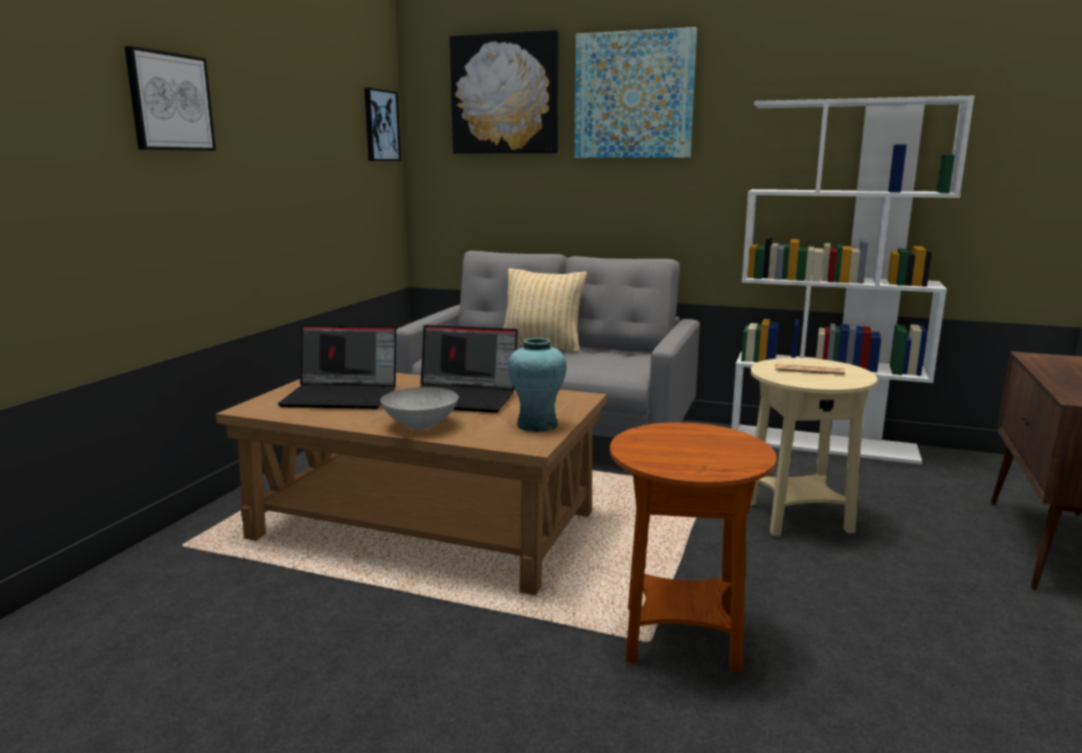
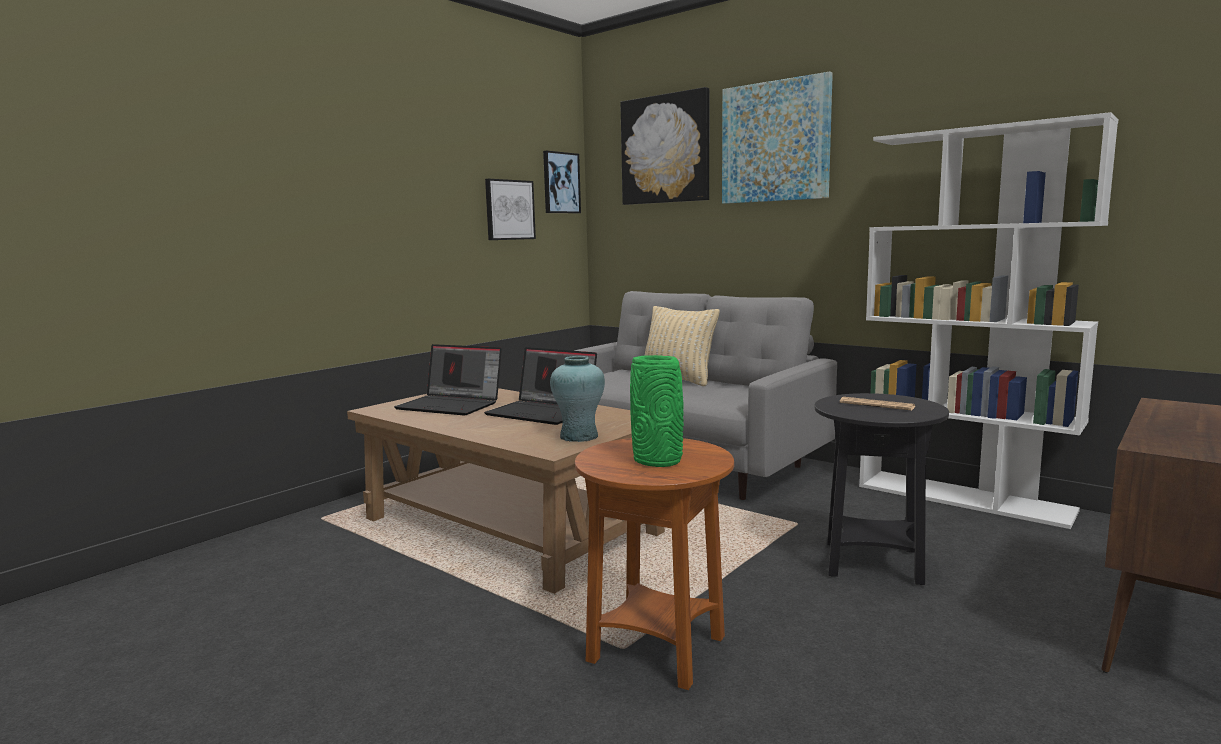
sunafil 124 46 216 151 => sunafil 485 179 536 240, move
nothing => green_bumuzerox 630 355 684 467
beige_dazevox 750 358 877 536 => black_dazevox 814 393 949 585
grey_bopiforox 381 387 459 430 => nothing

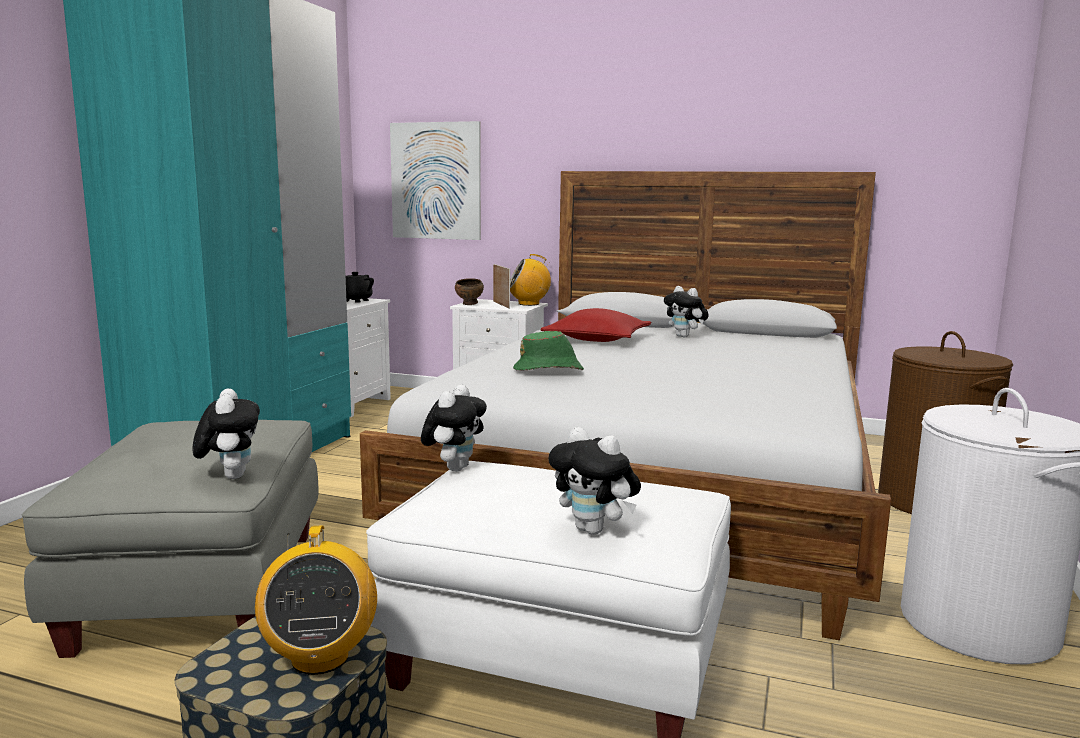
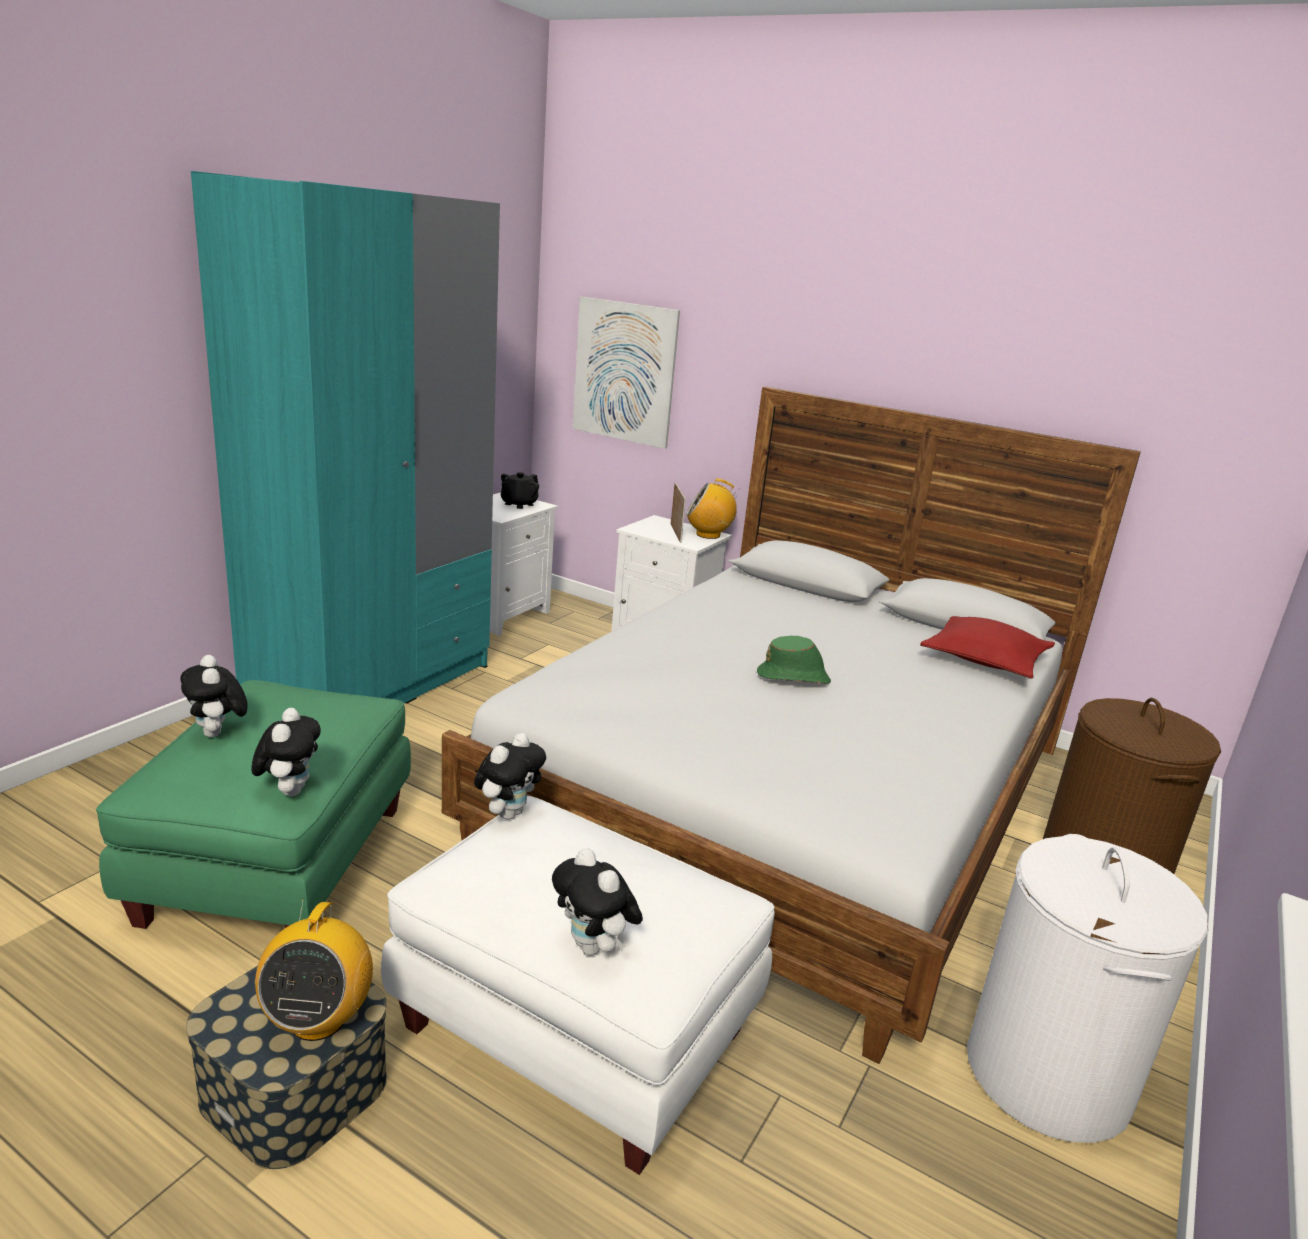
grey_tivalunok 22 420 319 658 => green_tivalunok 96 680 411 929
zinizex 664 286 709 338 => zinizex 180 655 248 737, move
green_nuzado 513 331 584 371 => green_nuzado 757 636 831 684, move
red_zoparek 541 308 651 342 => red_zoparek 920 616 1055 679, move
brown_bopiforox 455 278 484 305 => nothing

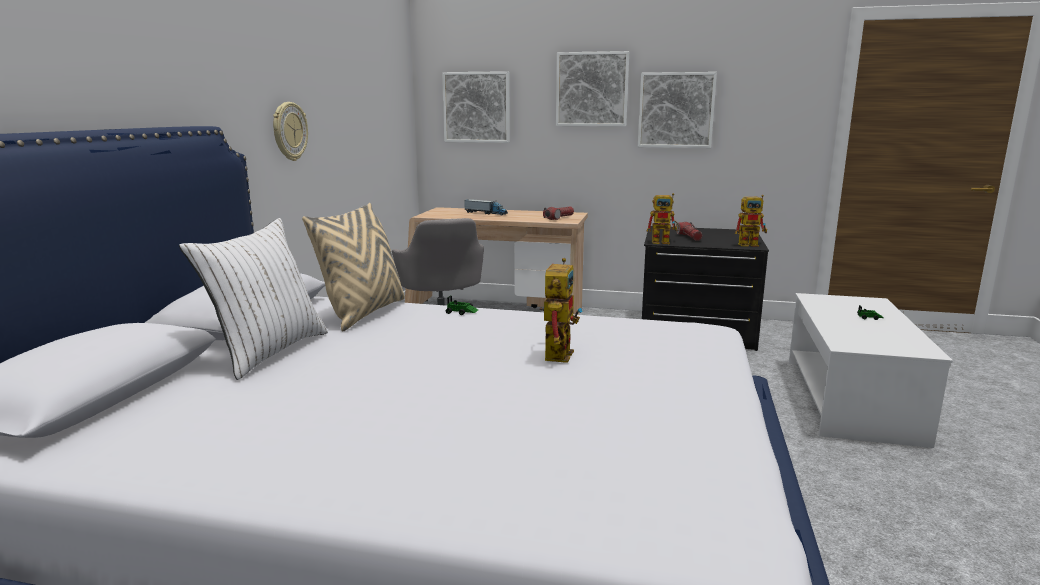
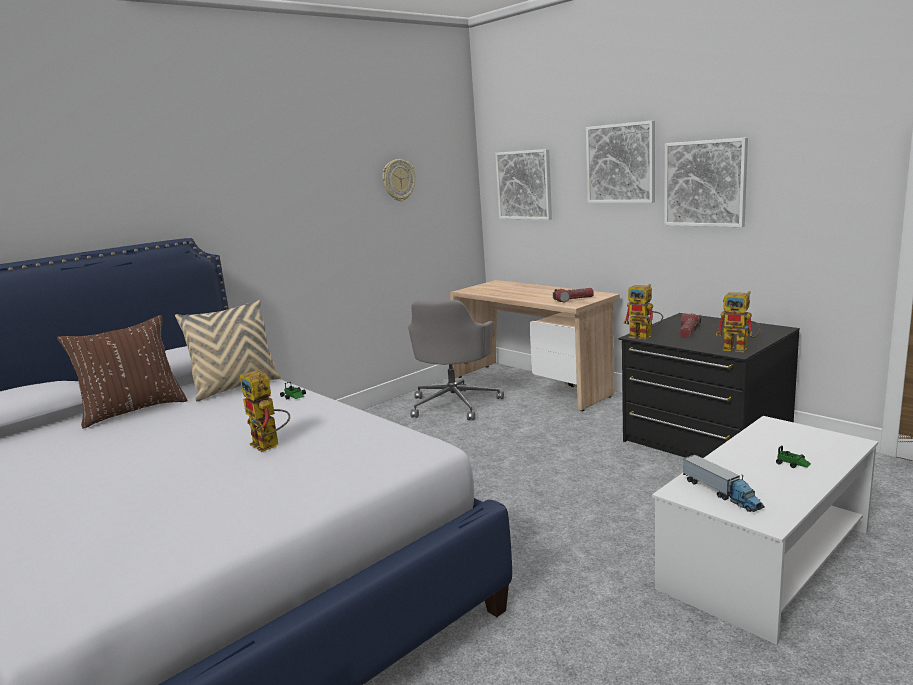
white_zoparek 179 218 328 380 => brown_zoparek 57 315 188 429
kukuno 540 258 583 363 => kukuno 240 370 290 452, 90 degrees clockwise
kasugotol 273 102 308 161 => kasugotol 382 159 415 201, move
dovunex 464 199 508 215 => dovunex 683 454 764 512, move

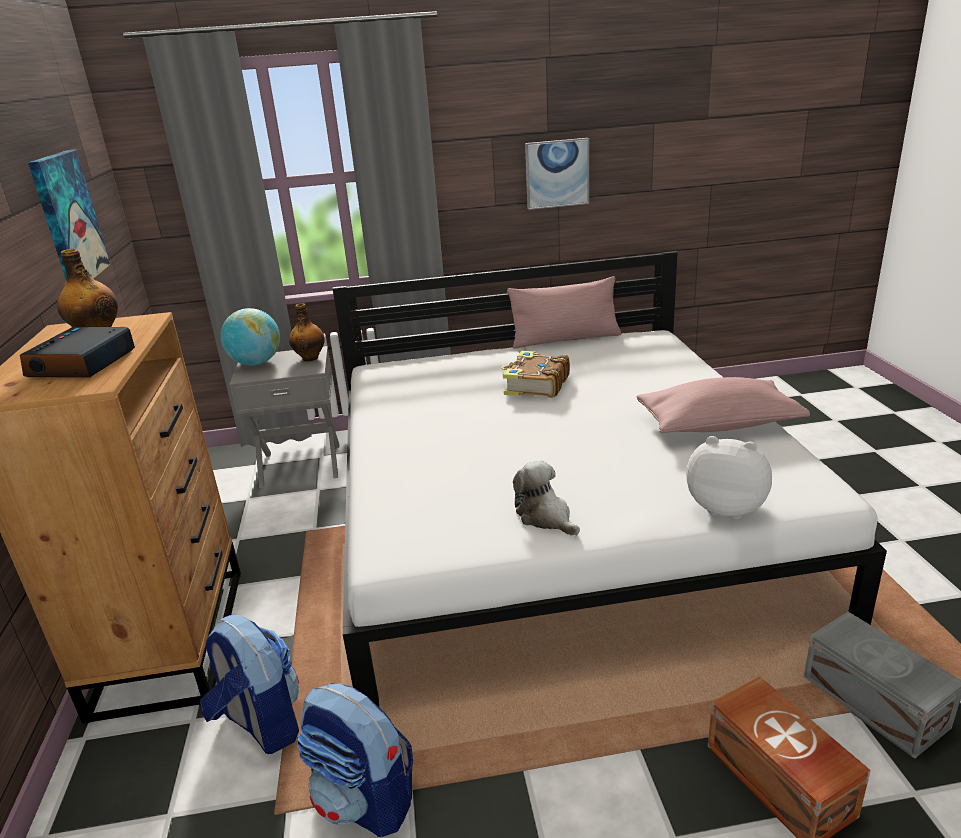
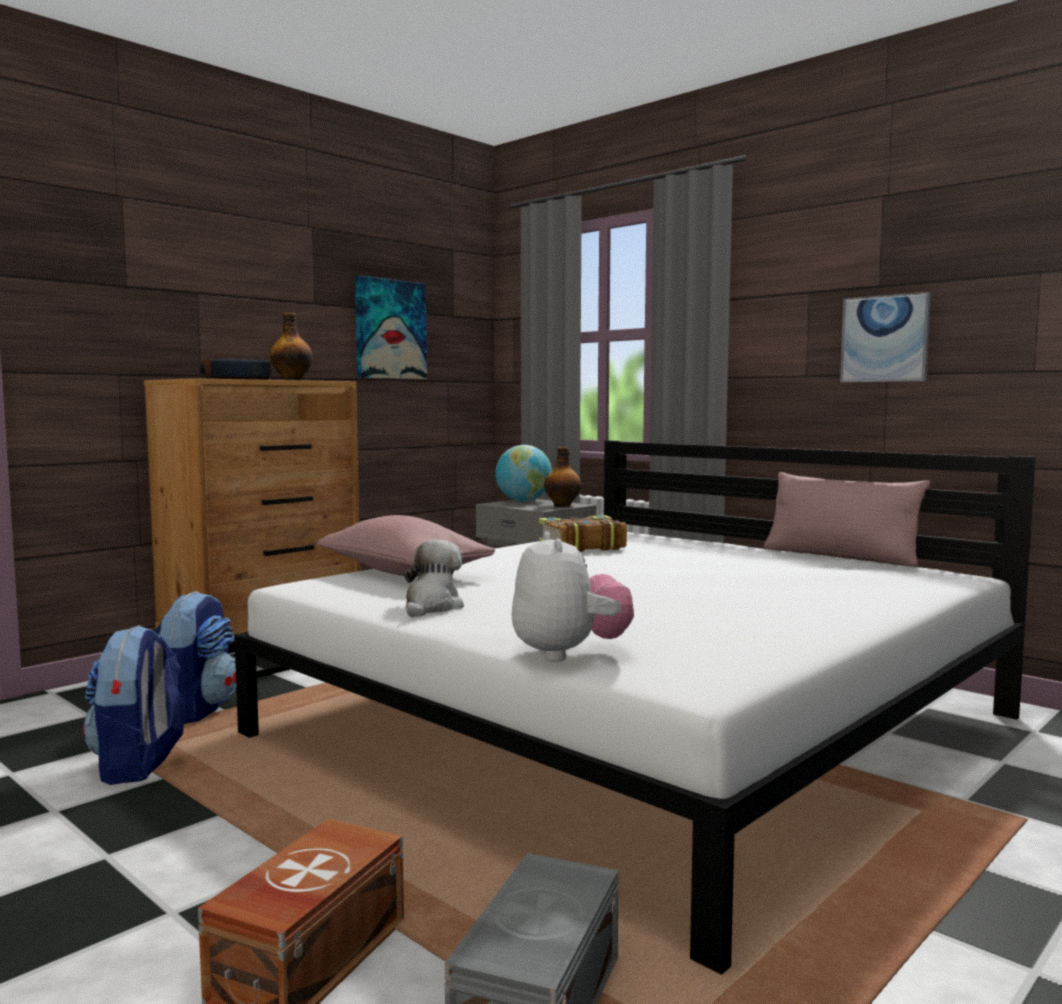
pink_zoparek 637 377 810 433 => pink_zoparek 317 515 495 576, move
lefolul 502 351 570 398 => lefolul 539 515 627 552, move

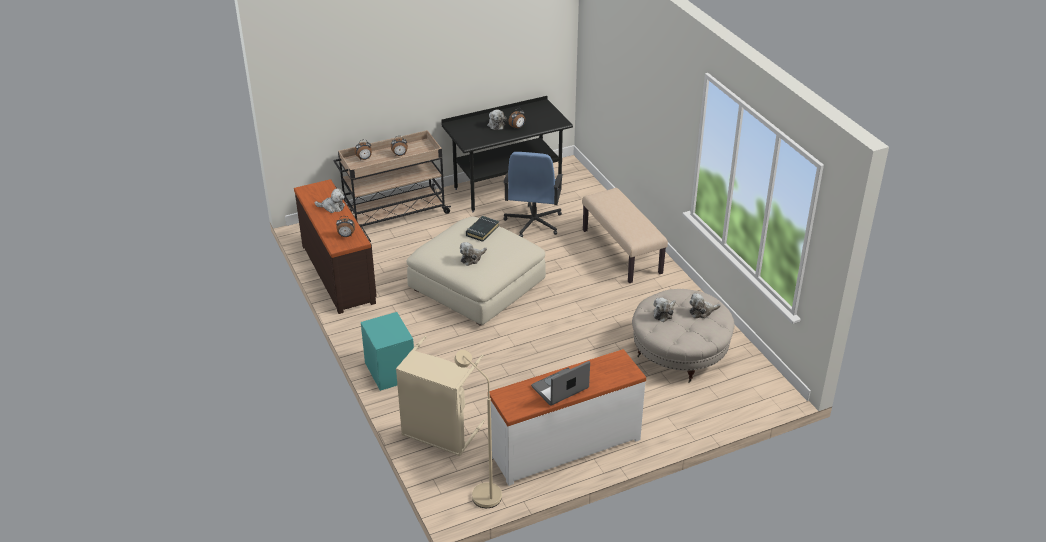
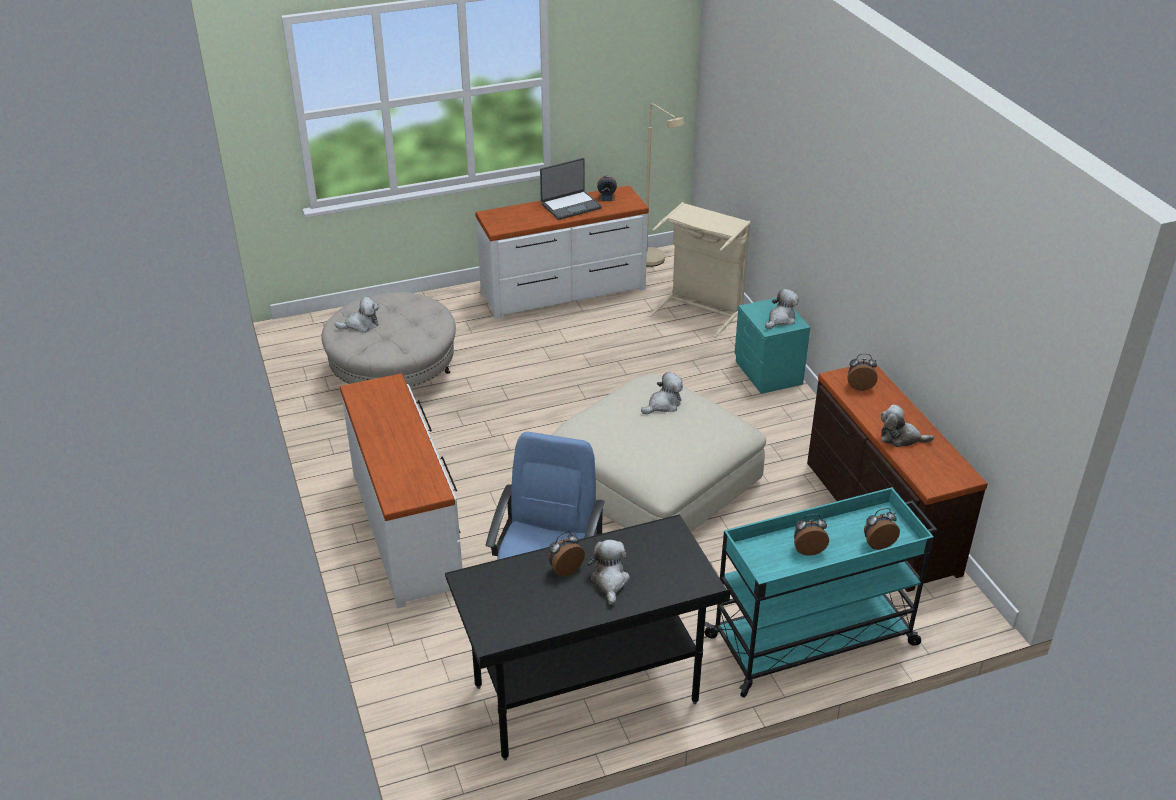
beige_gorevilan 582 188 668 283 => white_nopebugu 340 373 462 608
nothing => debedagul 597 176 617 201
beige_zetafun 333 130 451 227 => turquoise_zetafun 704 487 937 698
zinizex 654 298 676 322 => zinizex 765 289 799 329, move
black_lefolul 466 216 499 242 => nothing

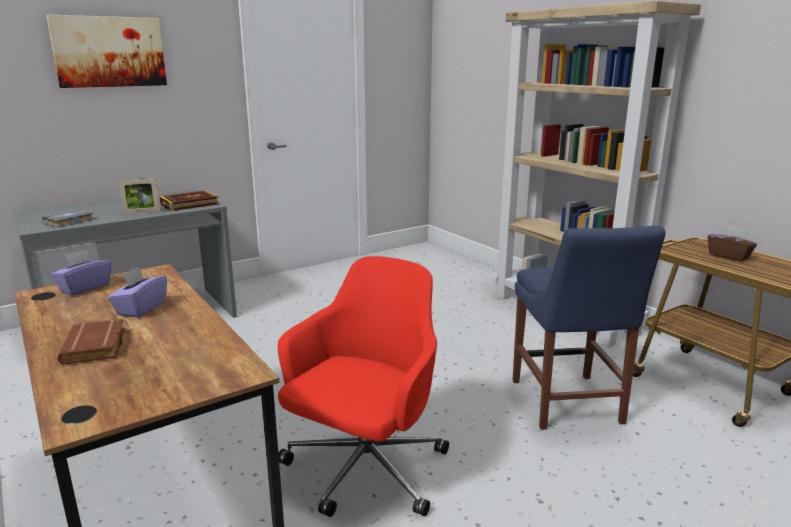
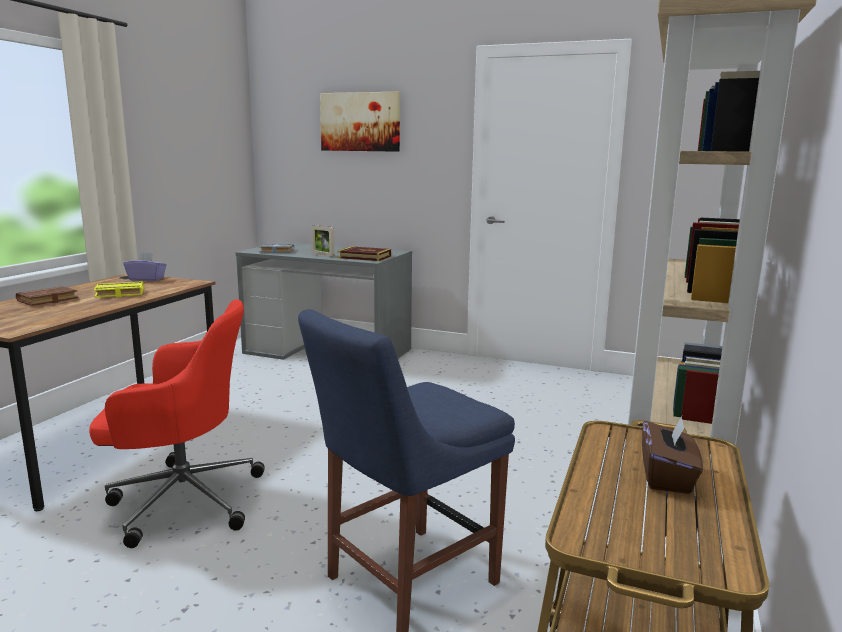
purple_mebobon 108 267 167 317 => yellow_lefolul 94 281 144 298

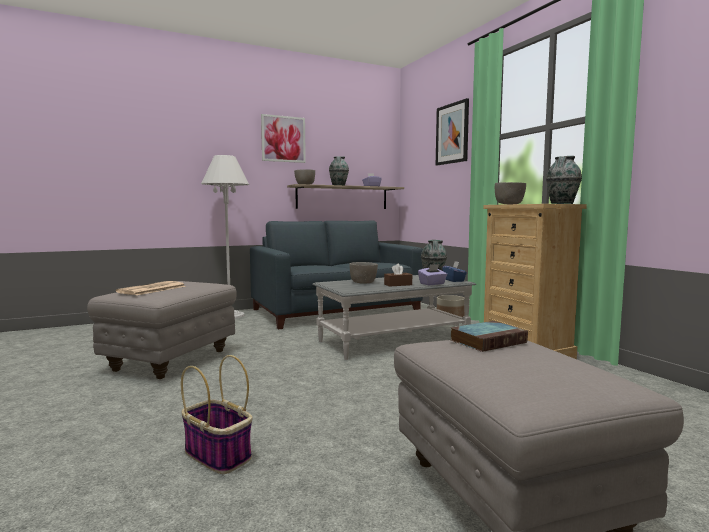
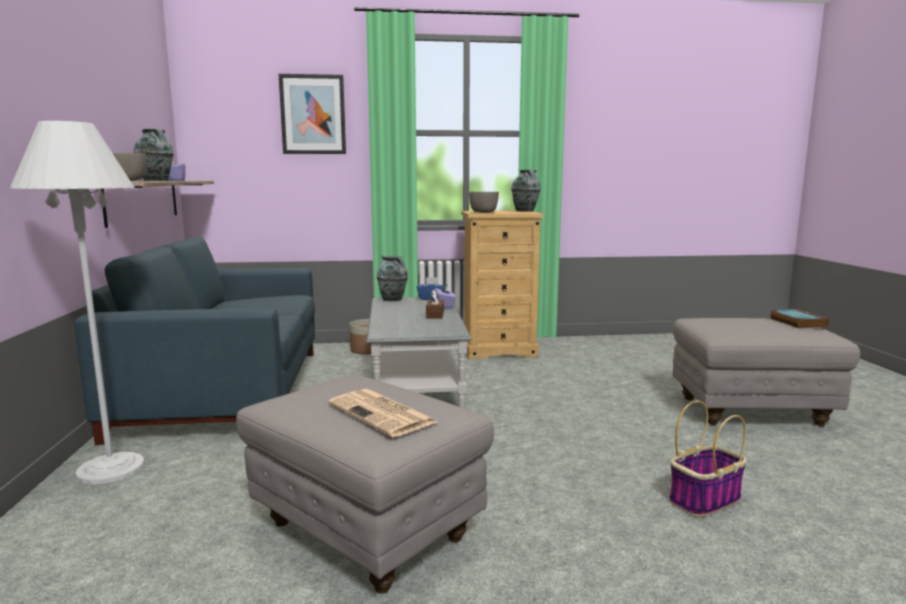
lefolul 451 321 528 352 => lefolul 770 309 829 328, move
sunafil 261 114 306 163 => nothing
grey_bopiforox 349 262 378 284 => nothing

